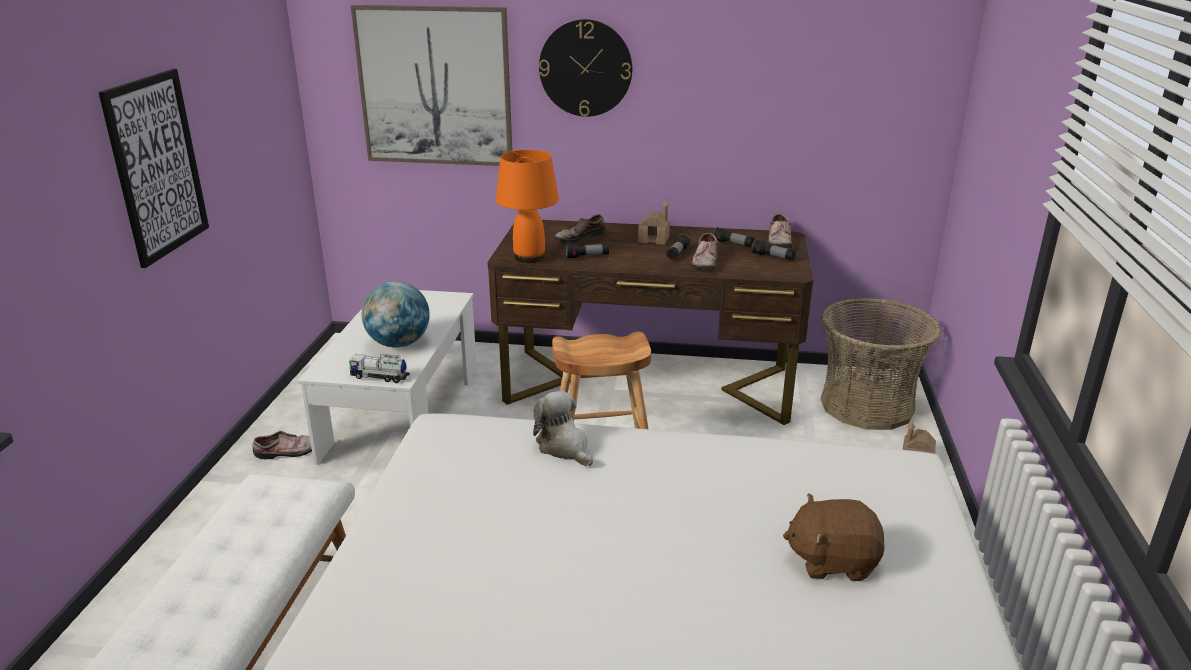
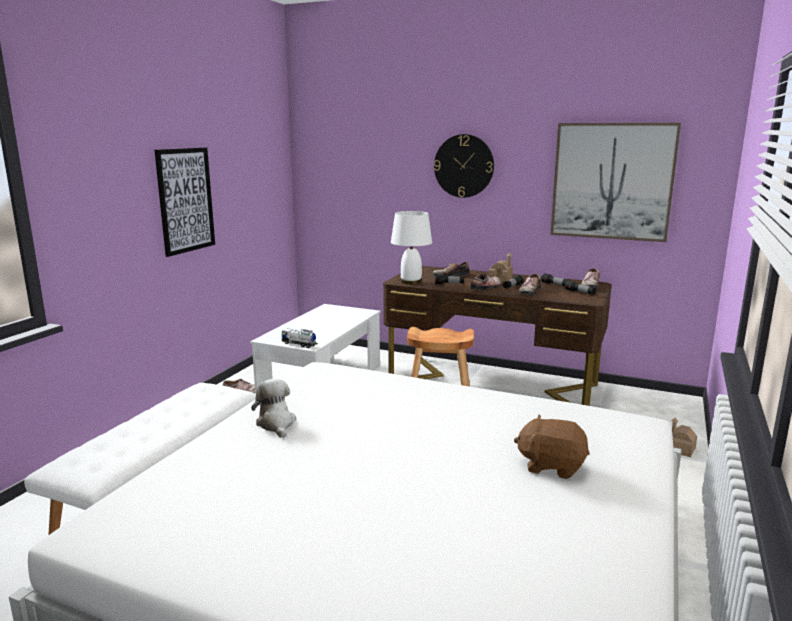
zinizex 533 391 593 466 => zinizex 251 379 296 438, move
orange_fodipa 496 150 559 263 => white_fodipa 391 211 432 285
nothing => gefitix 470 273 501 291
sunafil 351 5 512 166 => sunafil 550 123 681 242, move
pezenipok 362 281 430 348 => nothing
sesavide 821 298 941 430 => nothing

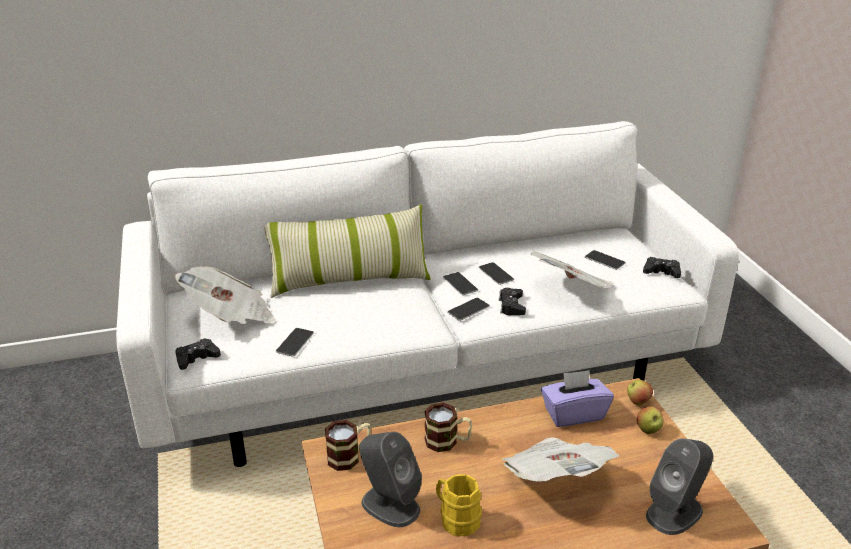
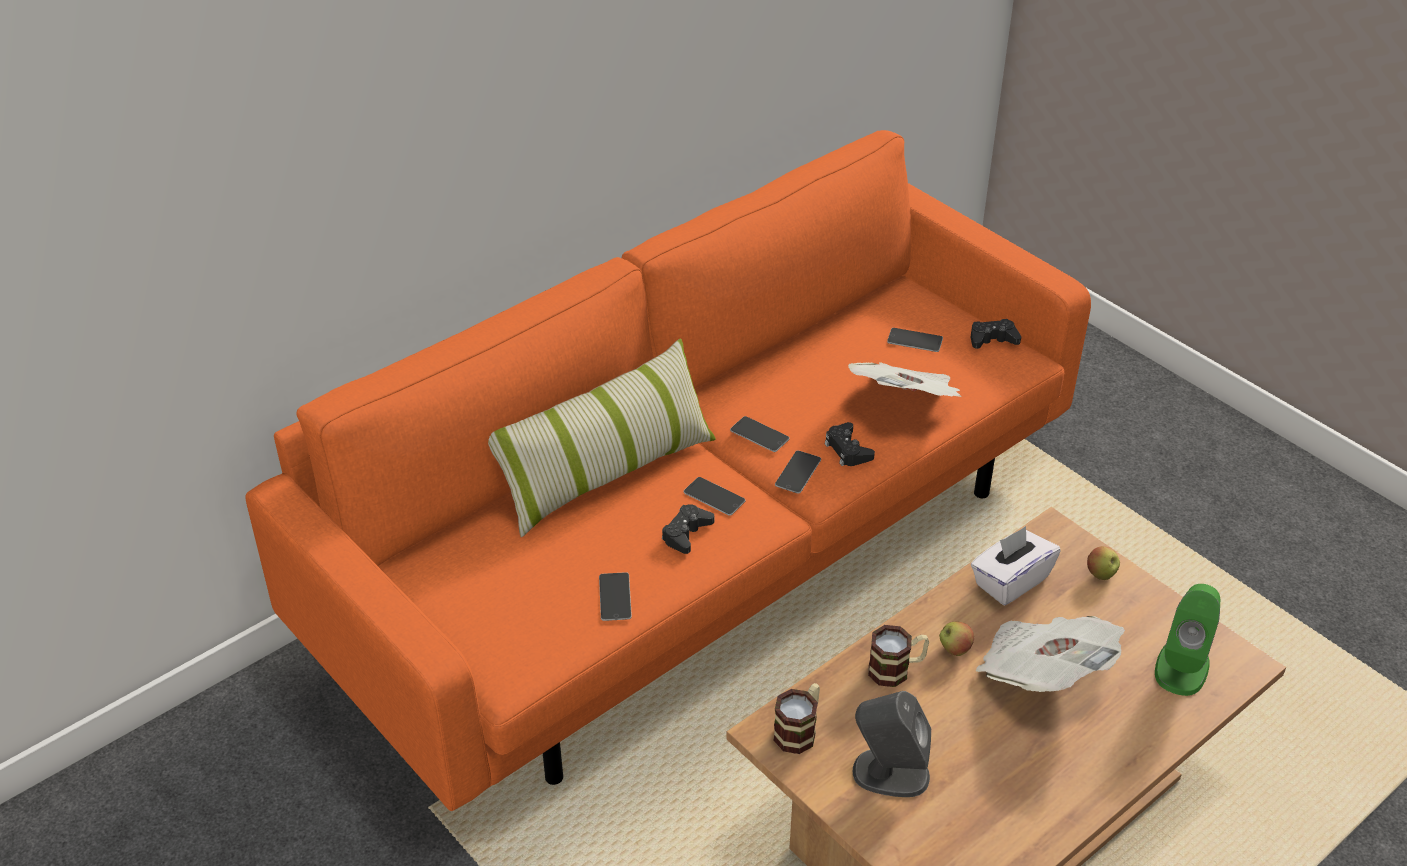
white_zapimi 116 121 739 467 => orange_zapimi 245 130 1091 811
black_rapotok 175 338 221 370 => black_rapotok 662 504 714 554, move
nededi 479 262 514 285 => nededi 684 477 746 516, move
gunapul 627 380 653 406 => gunapul 939 621 974 656, move
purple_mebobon 541 370 614 427 => white_mebobon 971 526 1061 605
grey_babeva 646 438 713 535 => green_babeva 1155 584 1220 696
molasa 175 266 275 324 => nothing
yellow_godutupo 436 474 482 536 => nothing

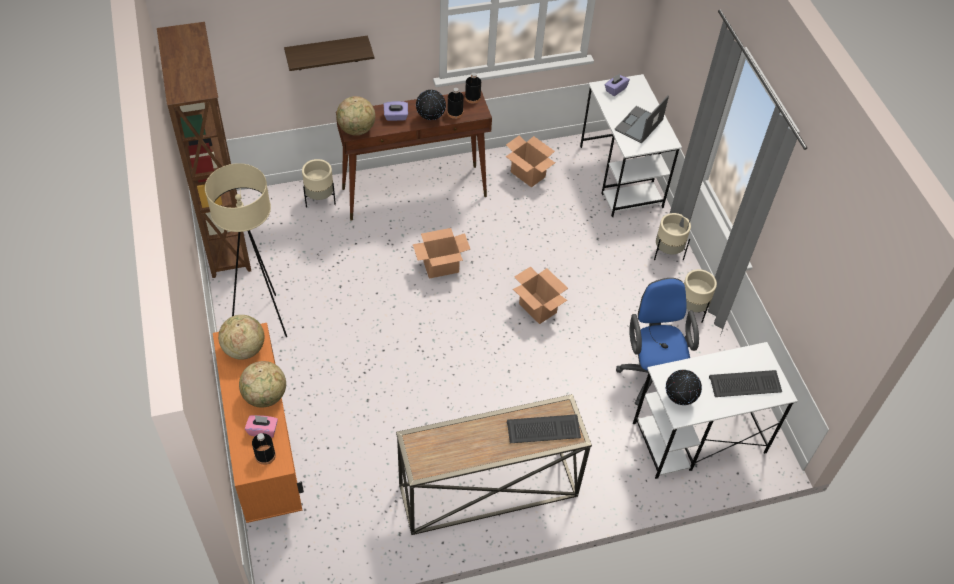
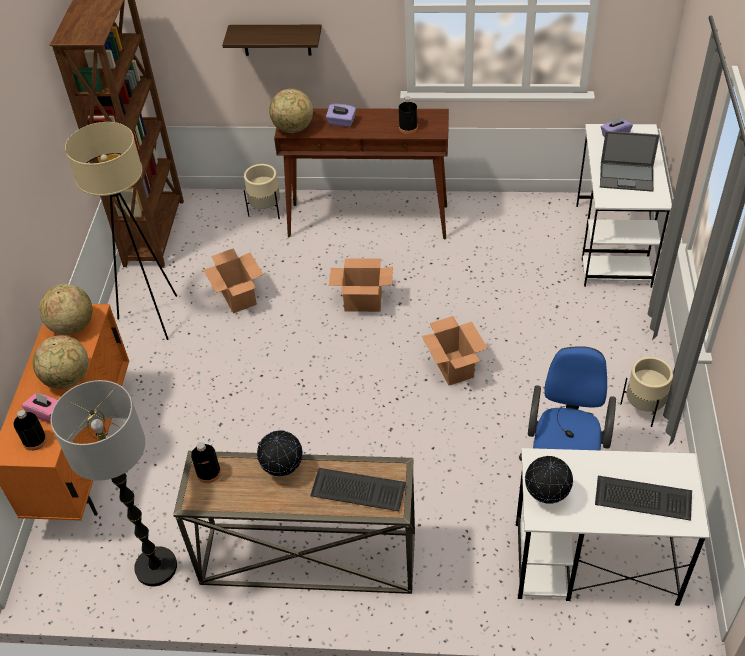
nothing => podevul 51 380 177 586
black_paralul 465 73 481 103 => black_paralul 191 442 221 483, move
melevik 506 135 555 187 => melevik 204 248 264 313, move
pezenipok 416 90 446 120 => pezenipok 257 430 303 476, move
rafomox 614 95 669 144 => rafomox 600 131 660 192, 135 degrees counterclockwise
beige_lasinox 654 213 691 261 => nothing

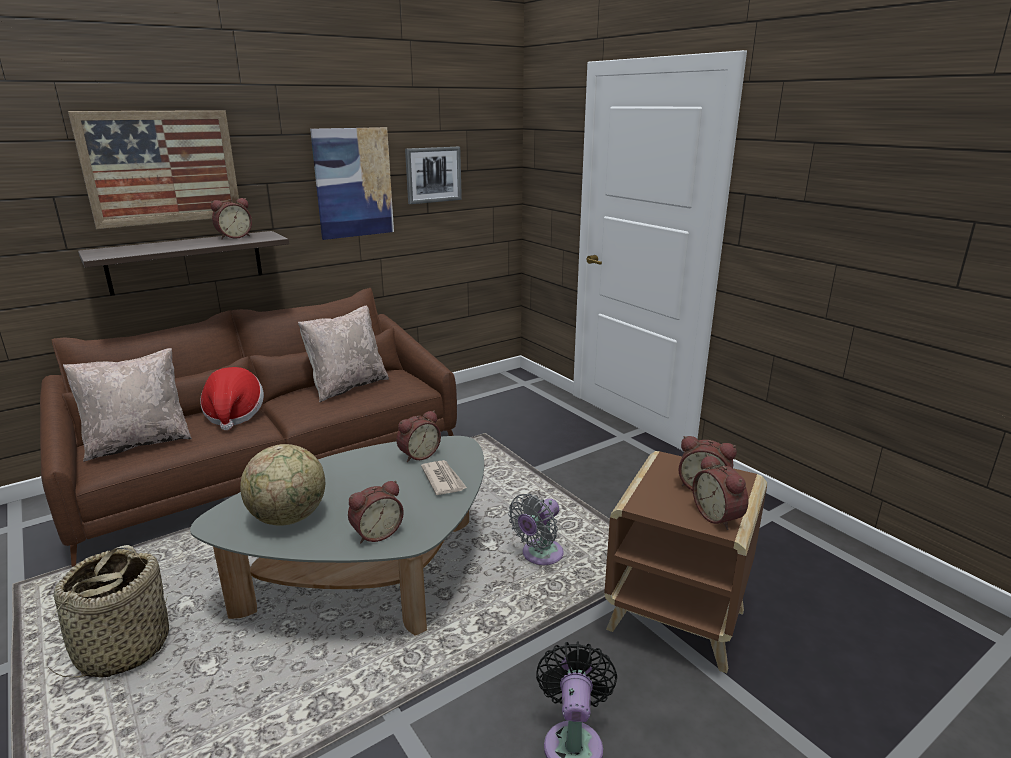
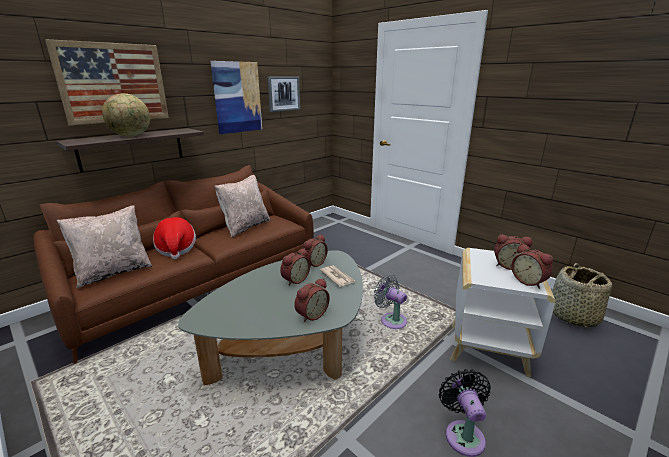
pezenipok 240 444 325 526 => pezenipok 102 93 150 137, move
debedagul 211 198 252 239 => debedagul 280 248 310 286, move
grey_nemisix 508 493 563 565 => grey_nemisix 373 275 407 329, 105 degrees clockwise
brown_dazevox 604 451 767 673 => white_dazevox 450 248 555 377
sesavide 44 545 169 678 => sesavide 552 263 612 327, move

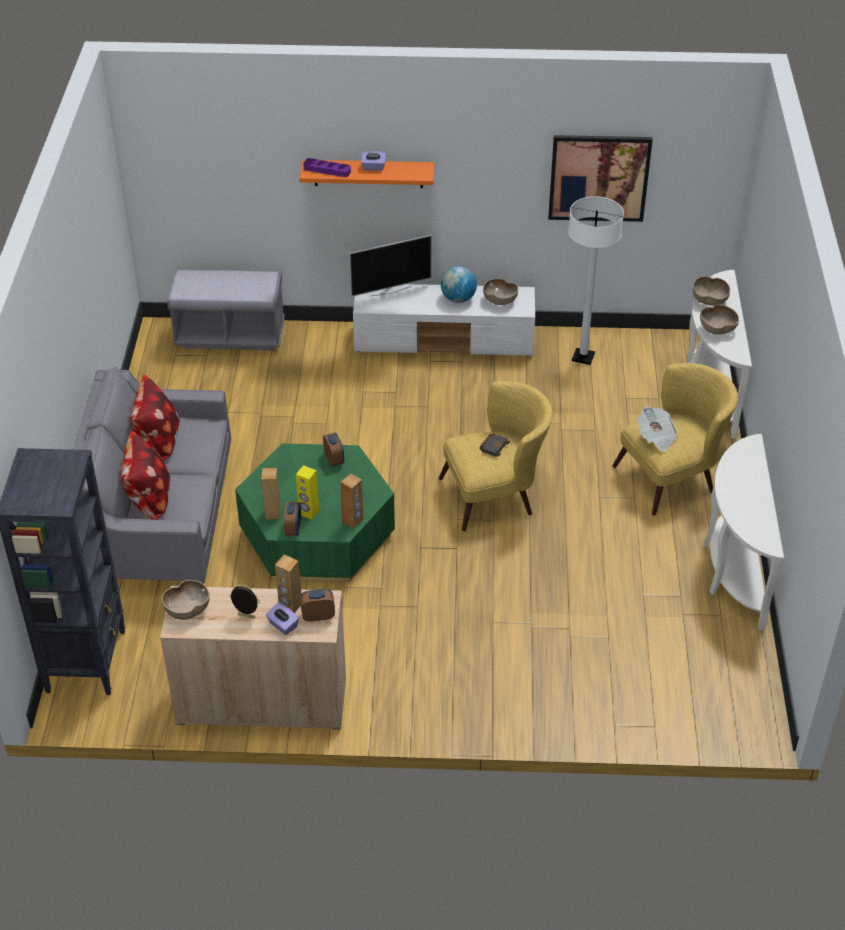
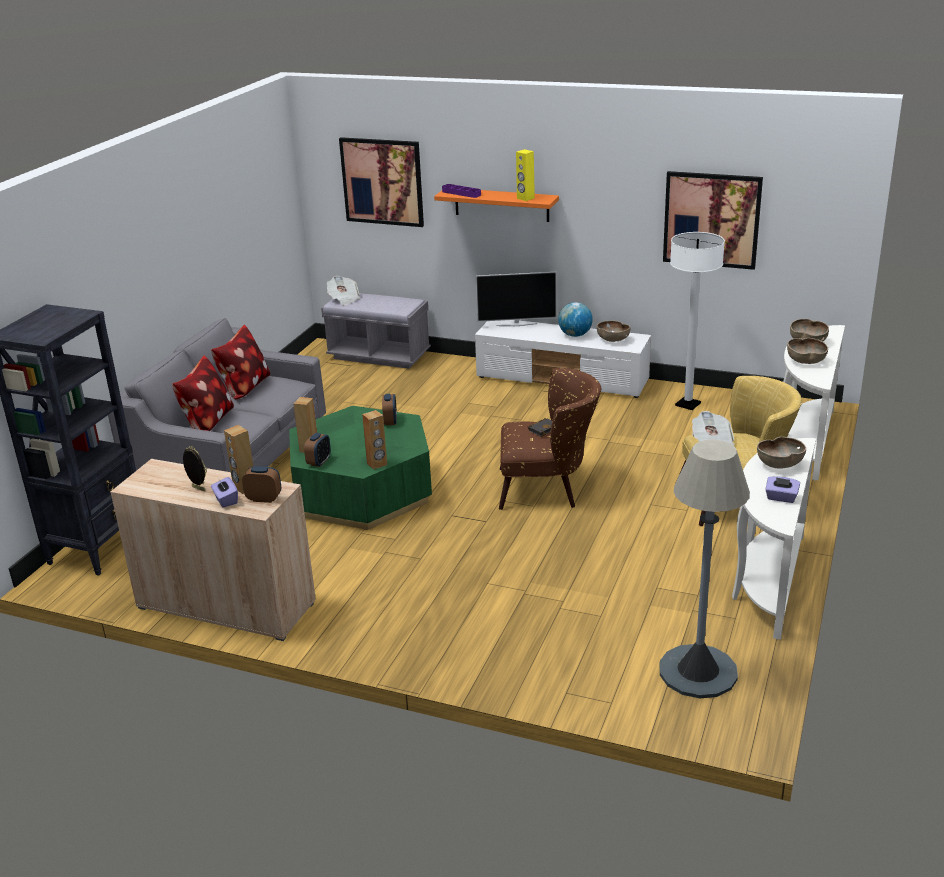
nothing => molasa 327 276 360 305
nothing => sunafil 339 137 424 227
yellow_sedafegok 439 381 553 531 => brown_sedafegok 499 368 601 510
yellow_babeva 296 465 320 520 => yellow_babeva 516 149 535 201, move
nothing => grey_podevul 660 439 750 698
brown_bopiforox 162 580 210 620 => brown_bopiforox 757 437 806 469, move
purple_mebobon 361 151 386 171 => purple_mebobon 765 476 800 503, move

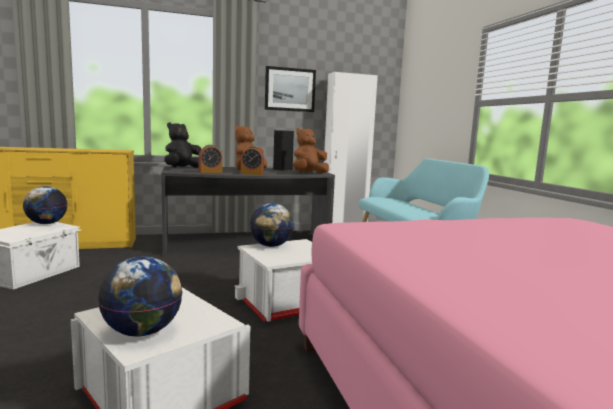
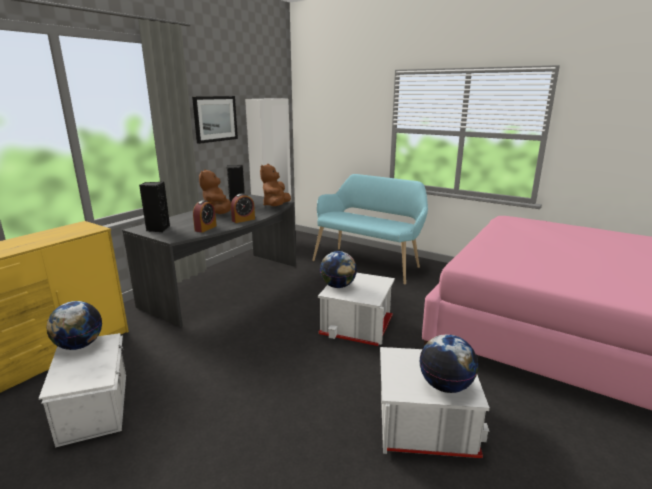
black_zinizex 164 122 201 168 => black_babeva 139 182 170 232

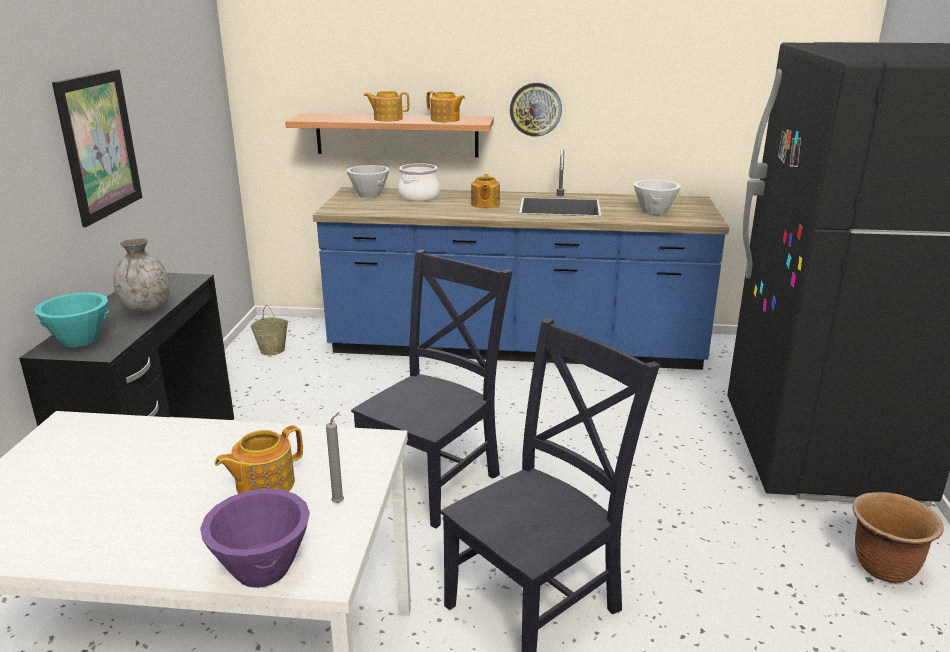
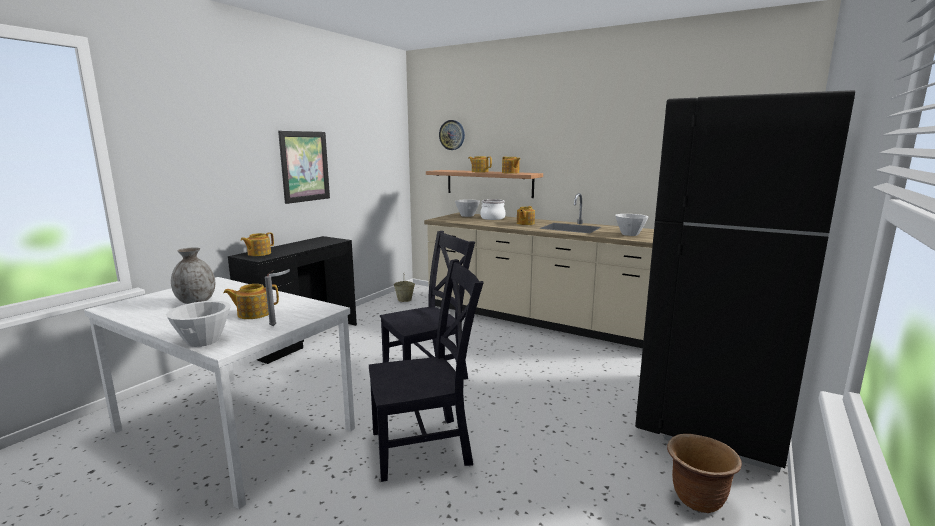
purple_bopiforox 200 488 310 588 => white_bopiforox 166 301 231 347
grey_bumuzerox 113 237 170 313 => grey_bumuzerox 171 247 215 304, move
turquoise_bopiforox 34 293 109 347 => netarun 241 232 274 256
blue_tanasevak 313 149 729 370 => beige_tanasevak 424 193 654 348
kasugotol 510 83 562 137 => kasugotol 439 120 465 150, move

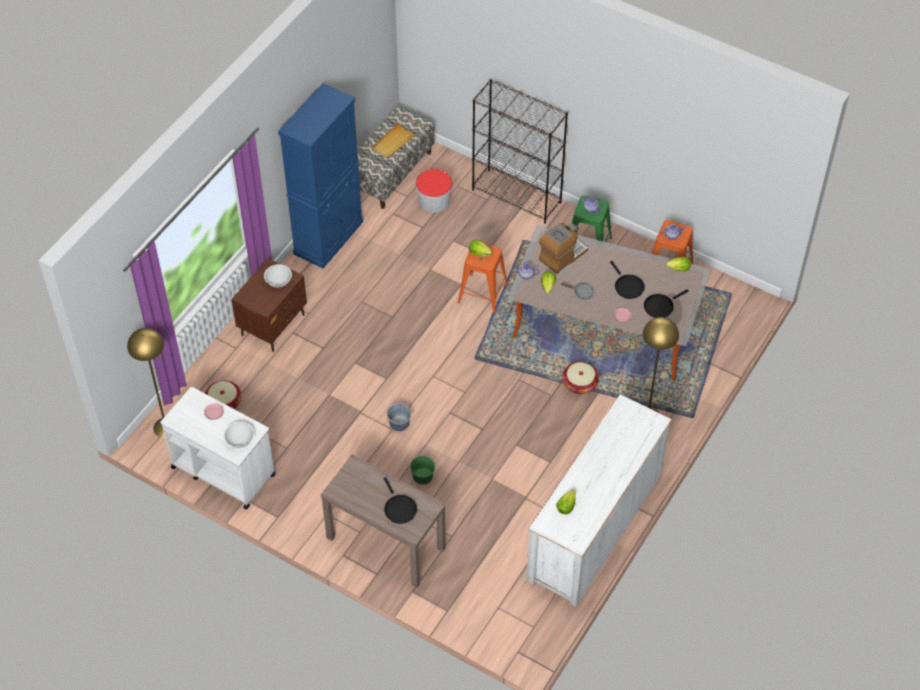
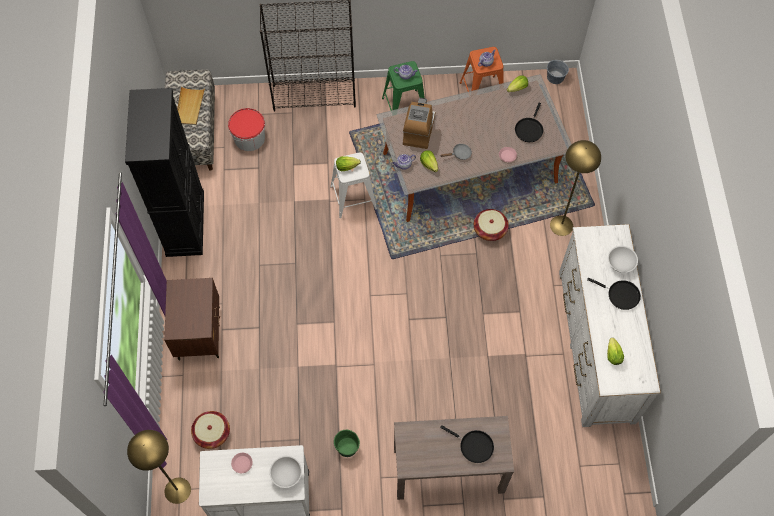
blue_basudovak 278 83 363 269 => black_basudovak 125 88 204 257
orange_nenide 458 244 508 313 => white_nenide 330 153 377 218
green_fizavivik 410 456 435 485 => green_fizavivik 334 430 360 457, move
grey_fizavivik 387 403 411 431 => grey_fizavivik 547 58 569 84, move
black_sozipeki 610 261 645 299 => black_sozipeki 587 278 641 310, move
white_bopiforox 264 264 292 288 => white_bopiforox 608 246 638 273, move

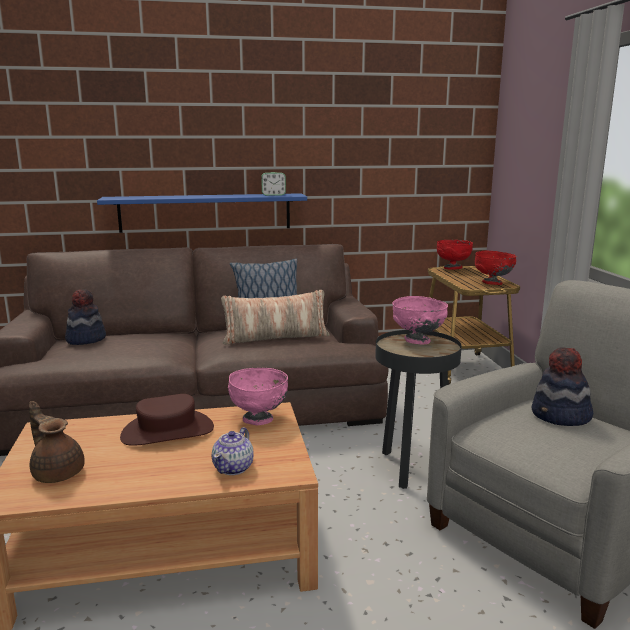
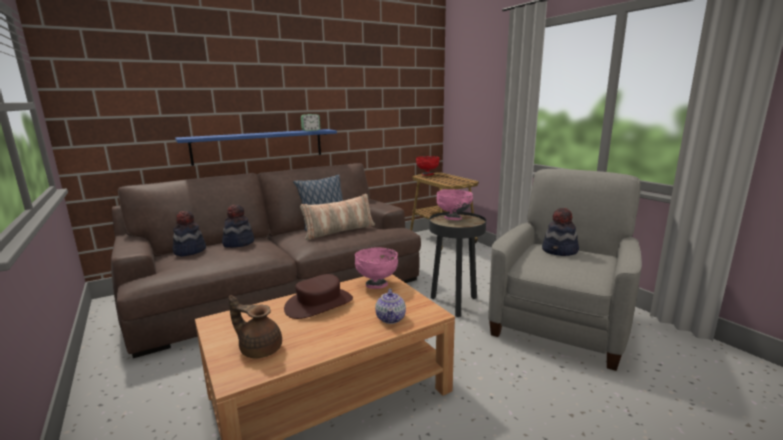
nothing => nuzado 222 205 254 248
red_bopiforox 475 251 516 285 => nothing

